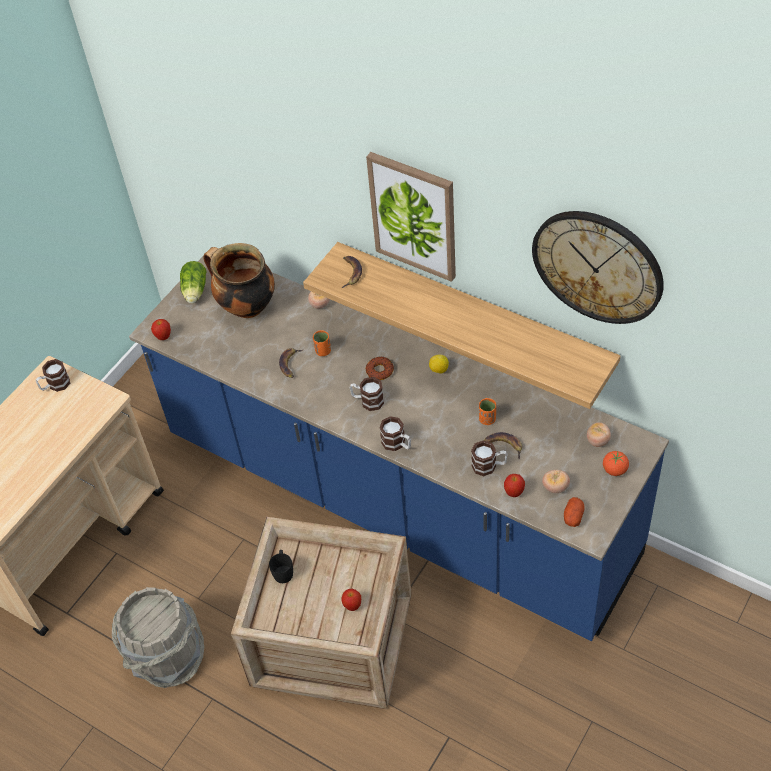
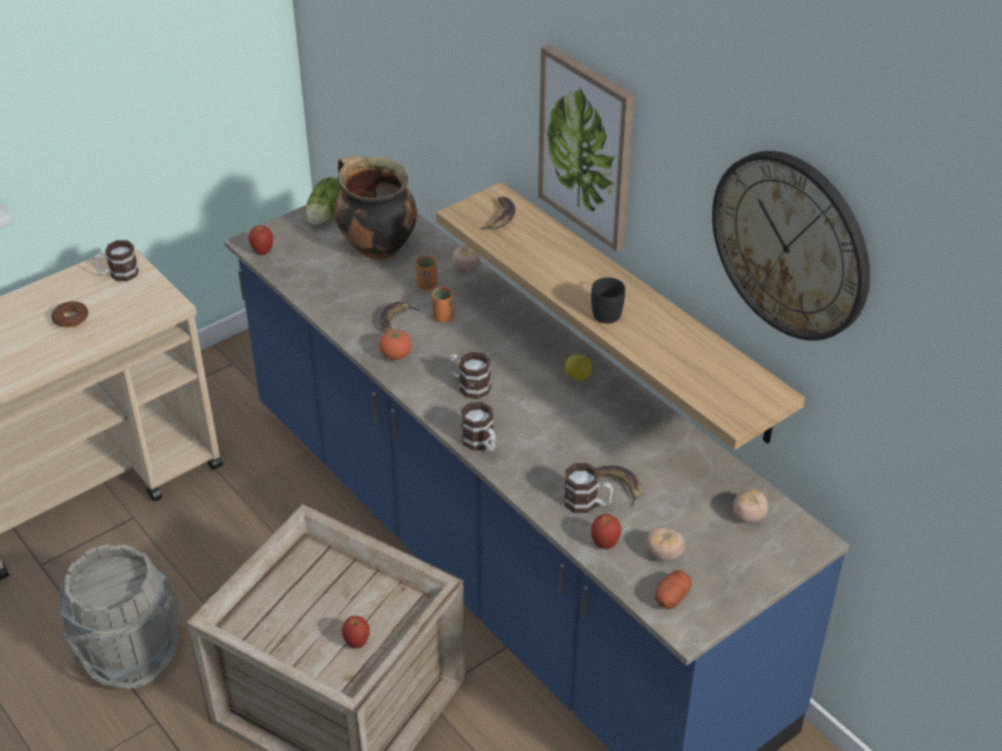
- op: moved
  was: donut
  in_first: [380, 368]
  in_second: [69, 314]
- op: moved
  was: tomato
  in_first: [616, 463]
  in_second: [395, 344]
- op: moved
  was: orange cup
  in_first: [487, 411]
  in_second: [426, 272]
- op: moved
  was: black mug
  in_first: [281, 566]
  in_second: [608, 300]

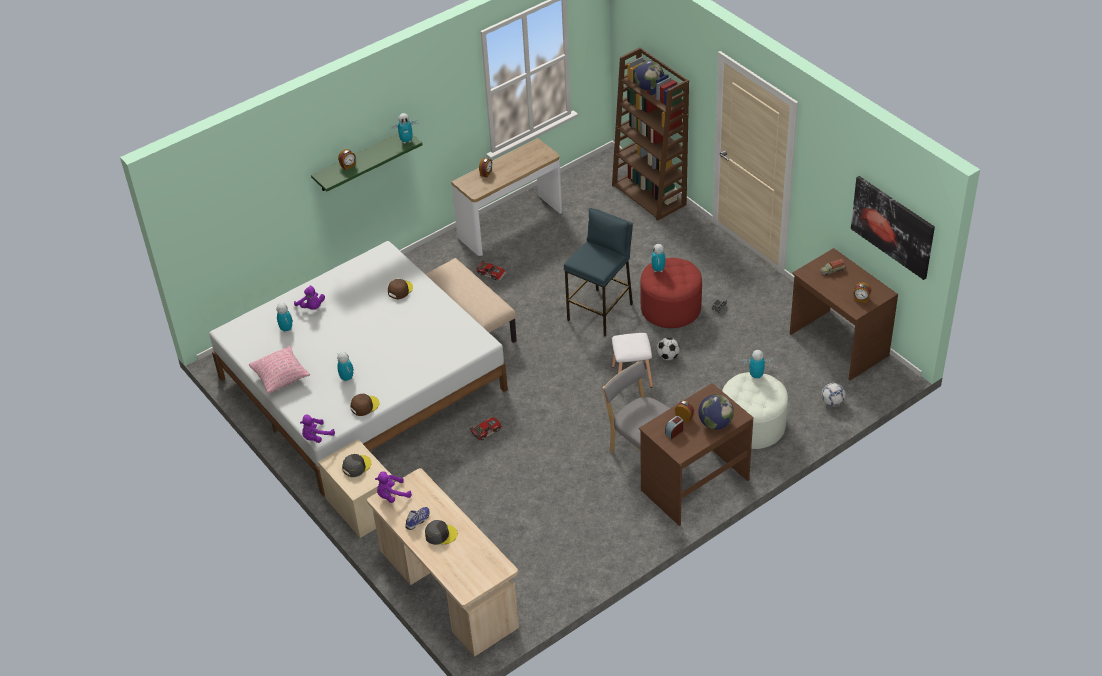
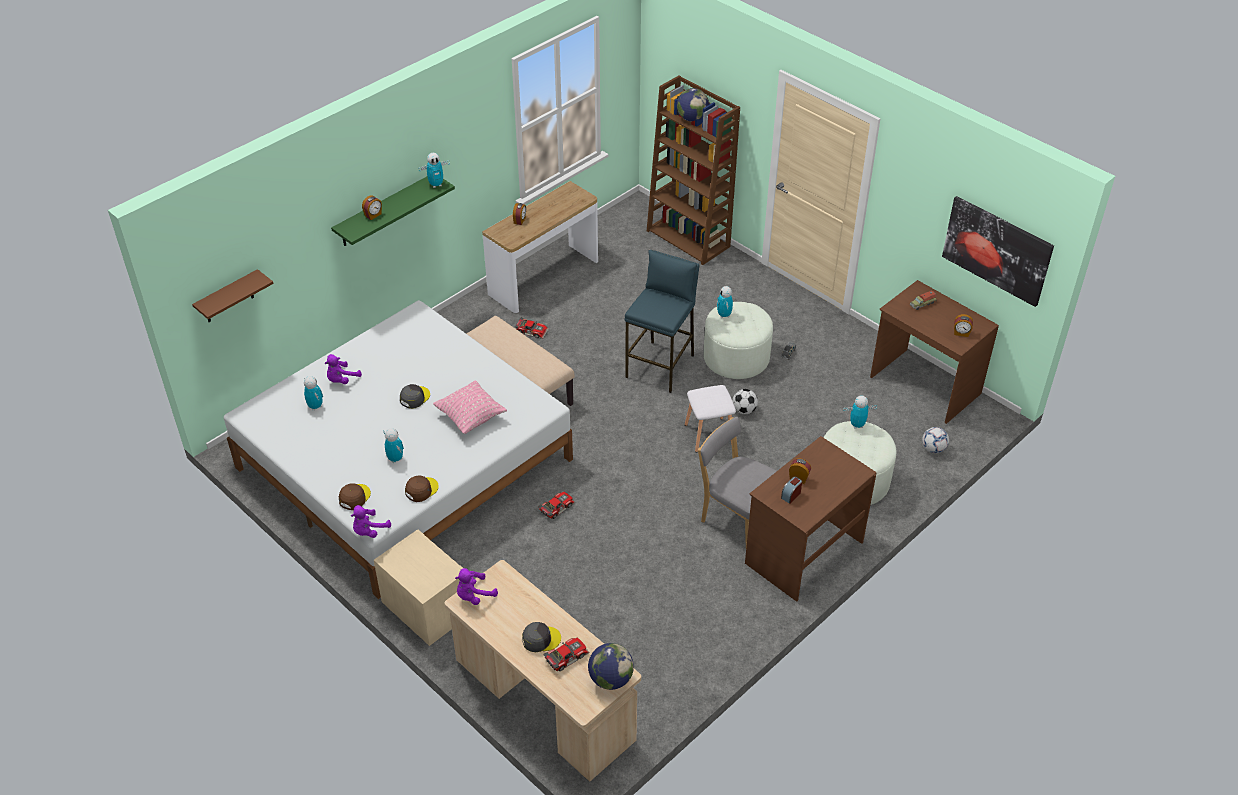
- op: added
  now: brown shelf
  in_second: [233, 295]
- op: turned
  was: purple plush toy
  in_first: [309, 297]
  in_second: [343, 369]
  clockwise: 90
- op: moved
  was: brown cap
  in_first: [400, 289]
  in_second: [355, 496]
- op: moved
  was: grey cap
  in_first: [357, 465]
  in_second: [415, 396]
- op: moved
  was: pink pillow
  in_first: [279, 369]
  in_second: [470, 407]
- op: added
  now: toy car
  in_second: [566, 654]
- op: moved
  was: globe
  in_first: [716, 412]
  in_second: [611, 666]
- op: recoloured
  was: red ottoman
  now: white ottoman
  in_first: [671, 293]
  in_second: [738, 340]
- op: removed
  was: shoe
  in_first: [417, 518]

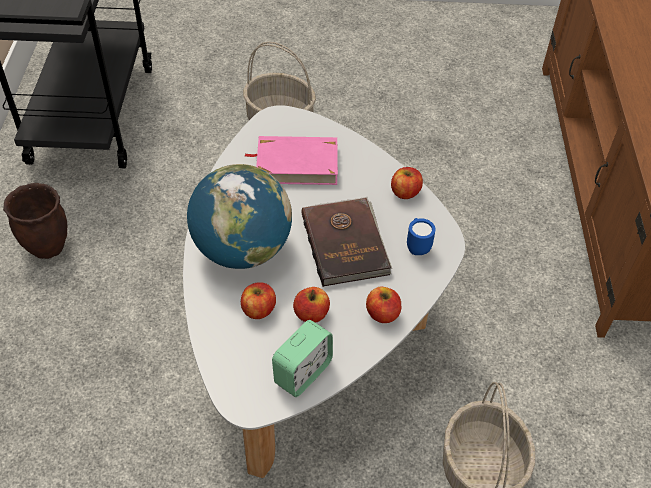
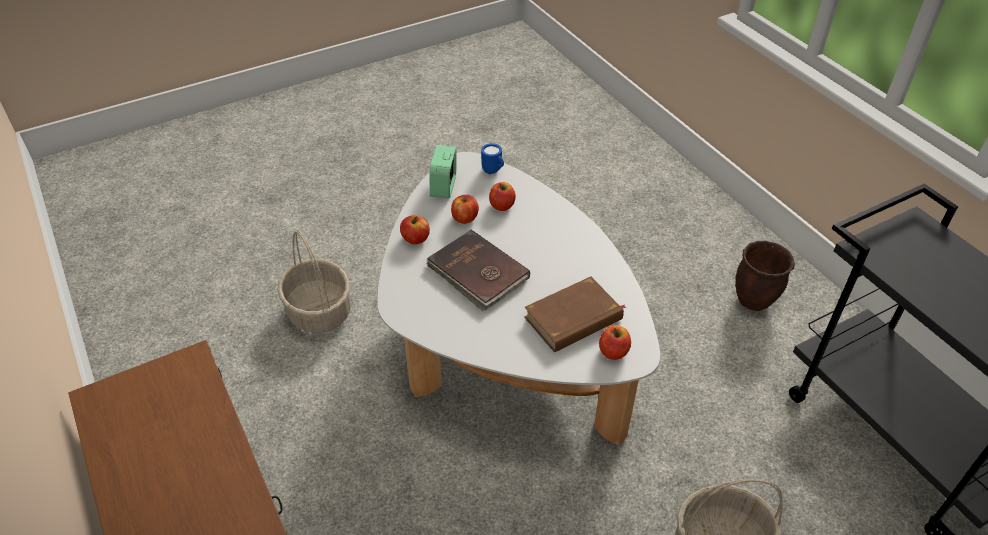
- op: moved
  was: blue mug
  in_first: [421, 236]
  in_second: [492, 158]
- op: recoloured
  was: pink book
  now: brown book
  in_first: [291, 160]
  in_second: [575, 314]
- op: moved
  was: apple
  in_first: [407, 183]
  in_second: [615, 342]
- op: removed
  was: globe
  in_first: [239, 216]

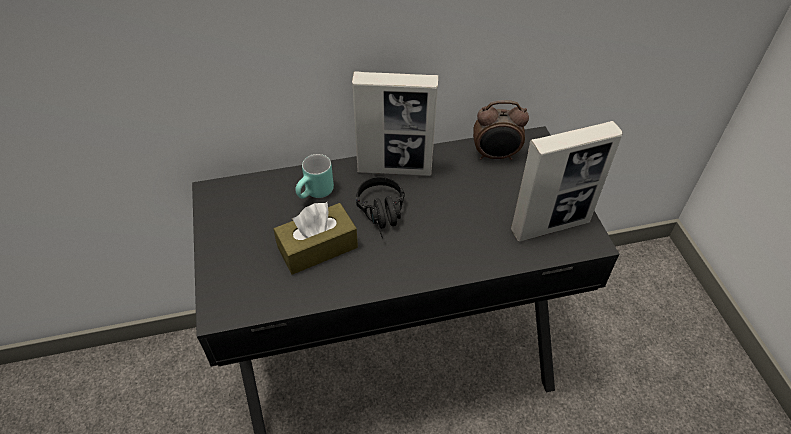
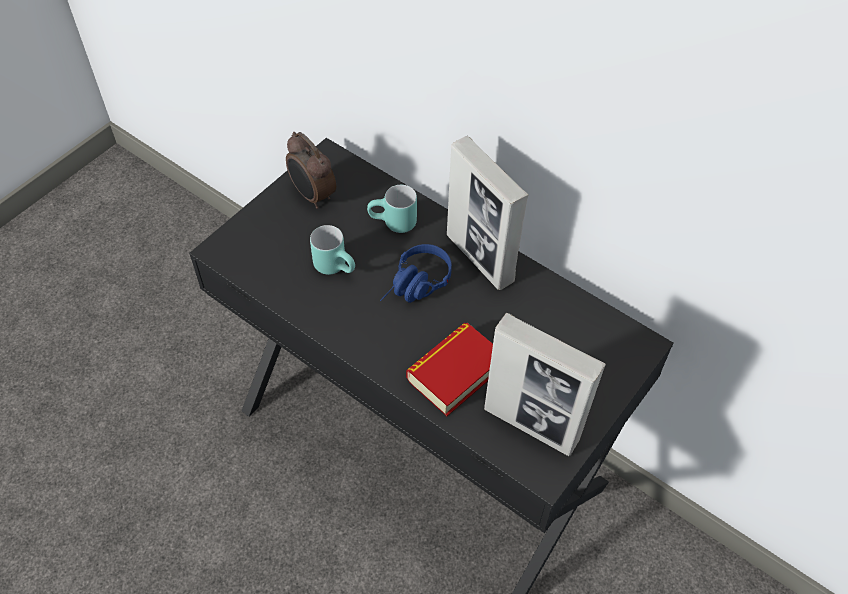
- op: moved
  was: alarm clock
  in_first: [501, 130]
  in_second: [311, 170]
- op: replaced
  was: brown tissue box
  now: turquoise mug
  in_first: [316, 238]
  in_second: [332, 250]
- op: recoloured
  was: black headphones
  now: blue headphones
  in_first: [380, 207]
  in_second: [416, 273]
- op: added
  now: book
  in_second: [449, 369]

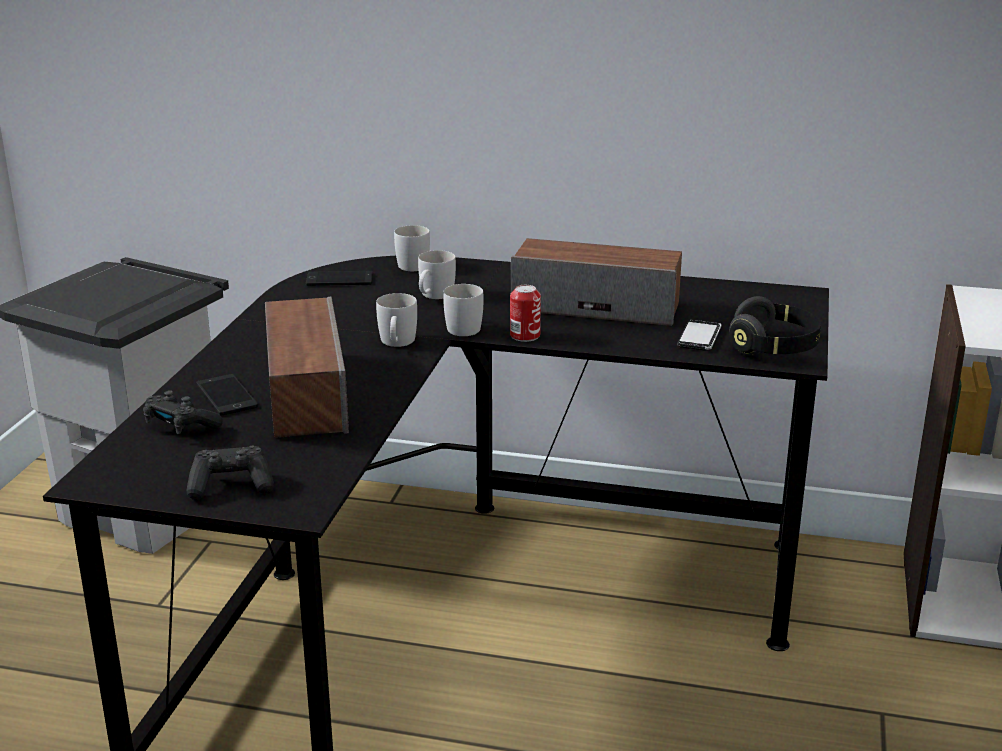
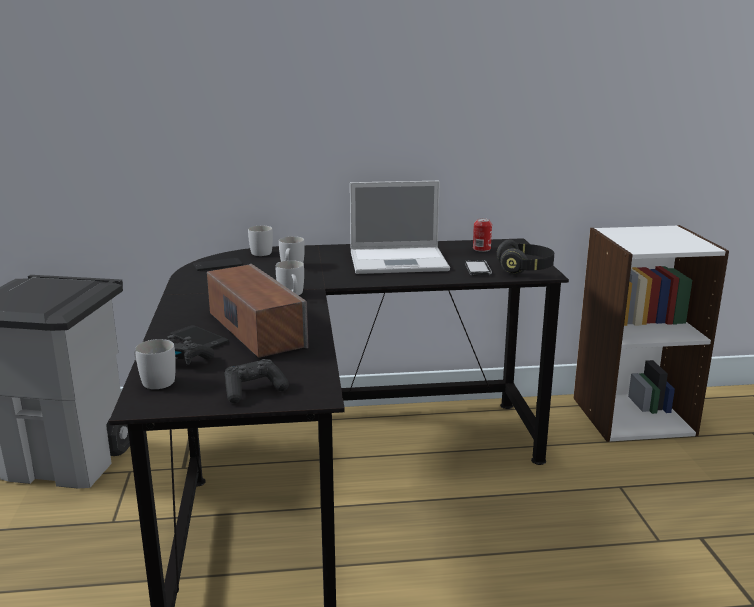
- op: moved
  was: white mug
  in_first: [463, 310]
  in_second: [155, 364]
- op: replaced
  was: speaker
  now: laptop
  in_first: [596, 282]
  in_second: [400, 227]
- op: moved
  was: can
  in_first: [525, 313]
  in_second: [482, 235]

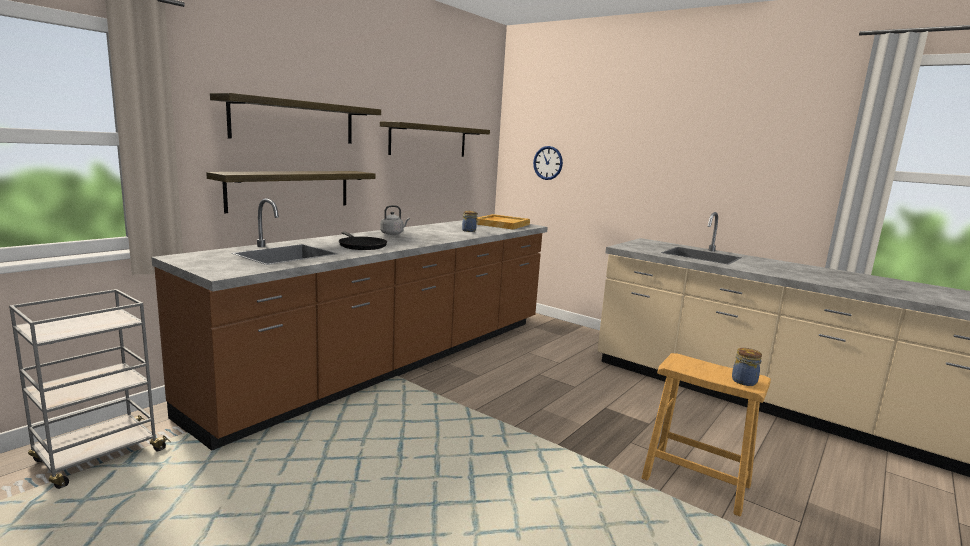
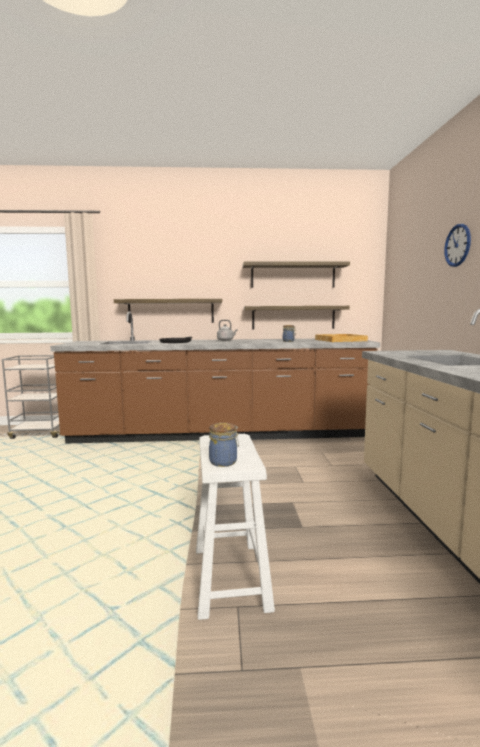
- op: recoloured
  was: brown stool
  now: white stool
  in_first: [706, 434]
  in_second: [235, 527]
- op: moved
  was: shelf
  in_first: [295, 118]
  in_second: [296, 318]
- op: moved
  was: wall clock
  in_first: [548, 163]
  in_second: [457, 245]

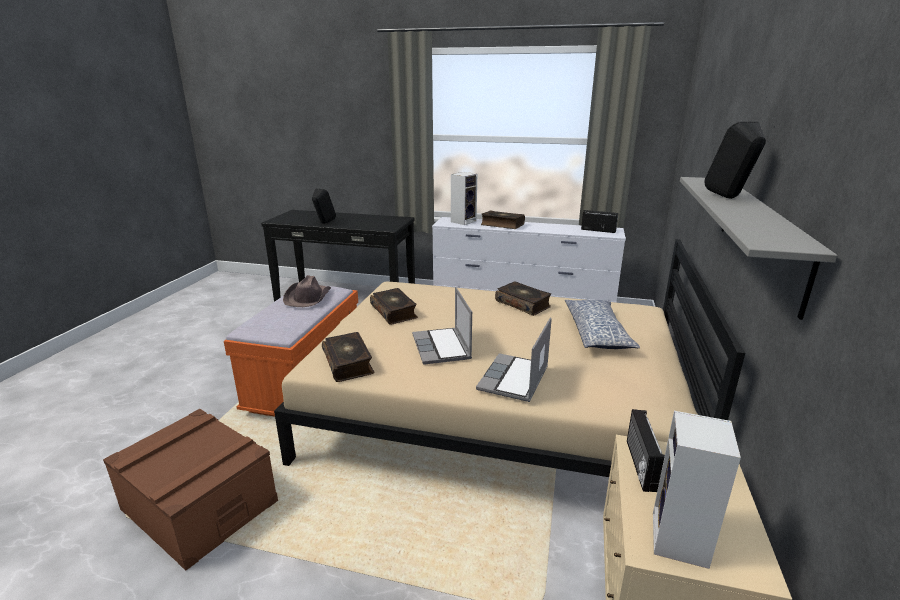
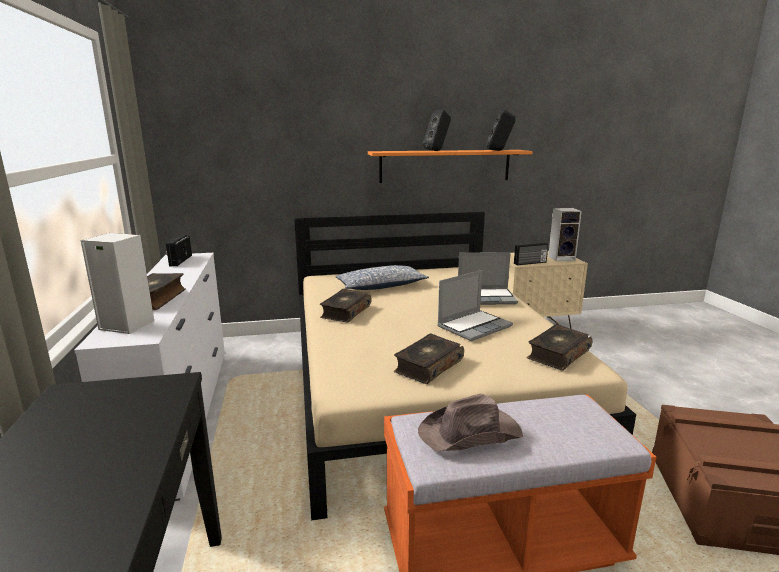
- op: recoloured
  was: grey shelf
  now: orange shelf
  in_first: [759, 248]
  in_second: [450, 166]
- op: moved
  was: black speaker
  in_first: [324, 206]
  in_second: [501, 130]

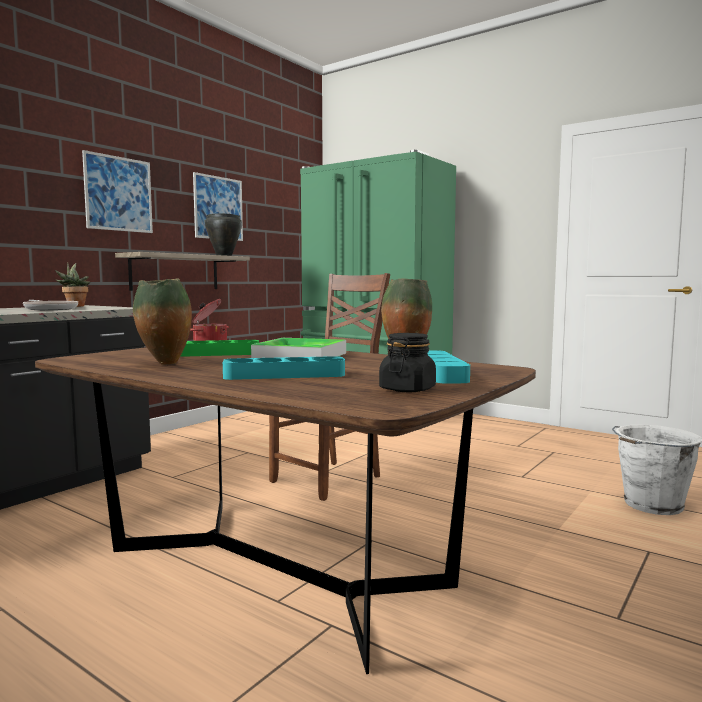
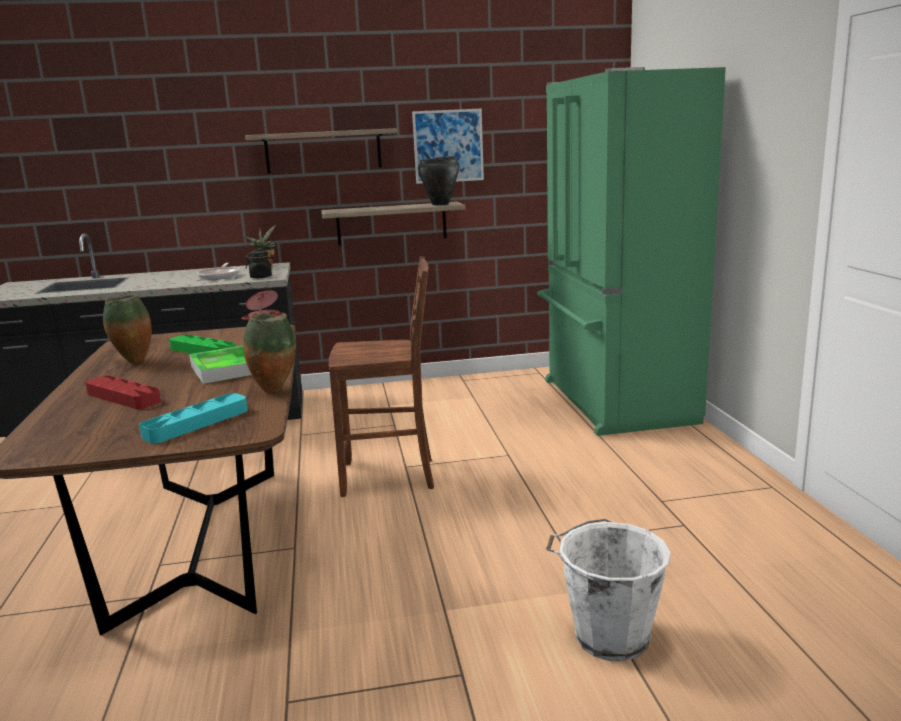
- op: recoloured
  was: turquoise tray
  now: red tray
  in_first: [284, 368]
  in_second: [123, 392]
- op: replaced
  was: picture
  now: shelf
  in_first: [117, 191]
  in_second: [321, 151]
- op: moved
  was: black jar
  in_first: [407, 362]
  in_second: [259, 264]

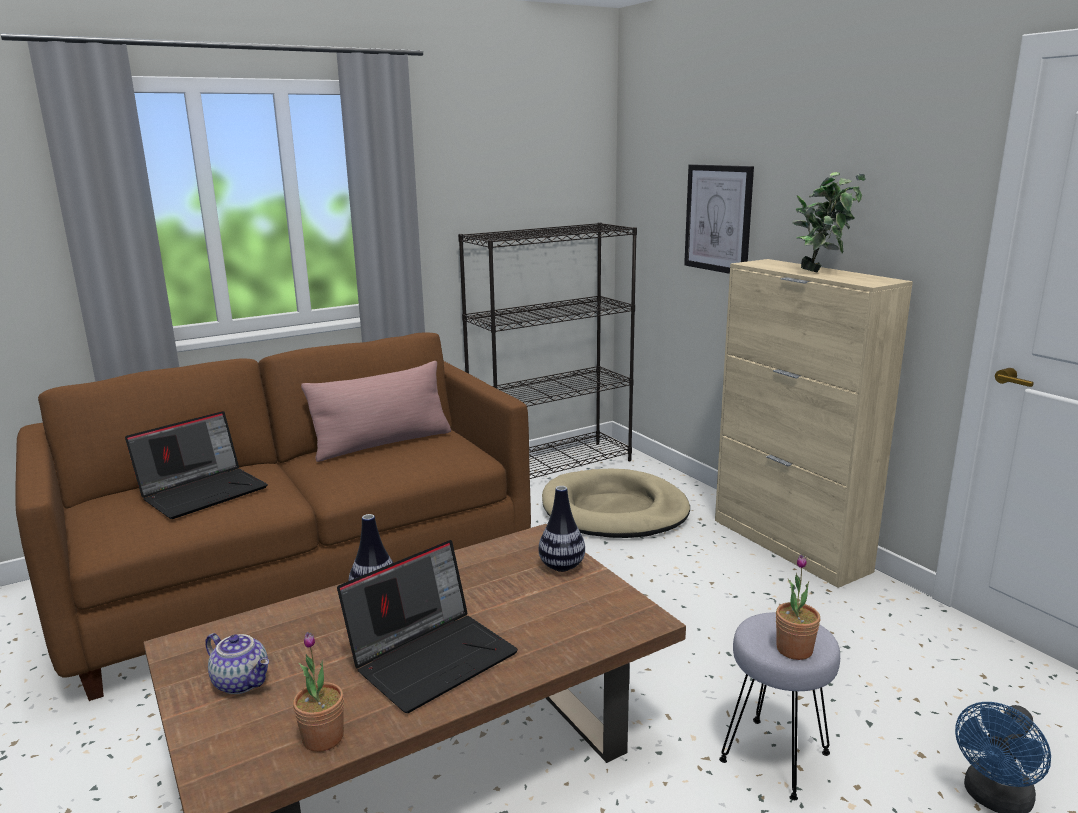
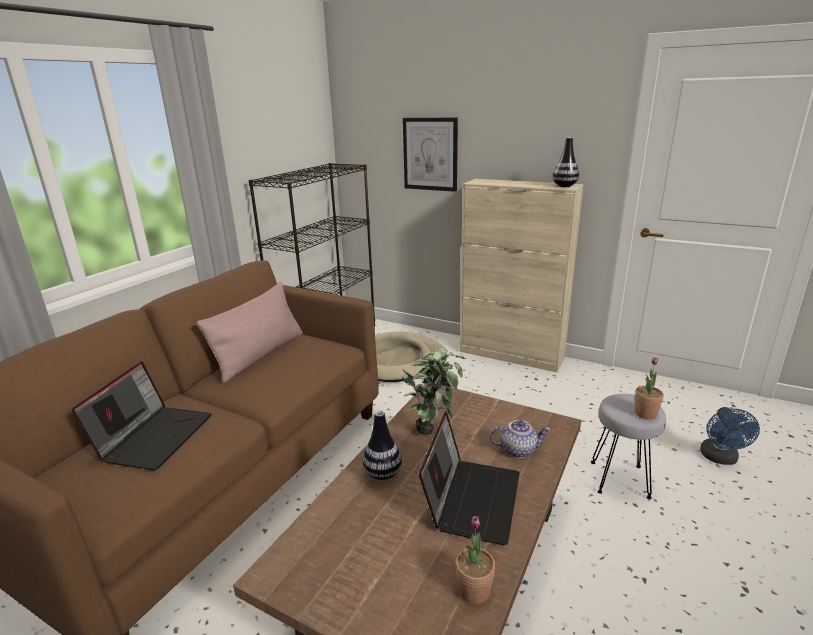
- op: moved
  was: potted plant
  in_first: [829, 222]
  in_second: [433, 390]
- op: moved
  was: teapot
  in_first: [237, 663]
  in_second: [520, 439]
- op: moved
  was: vase
  in_first: [561, 529]
  in_second: [566, 162]

